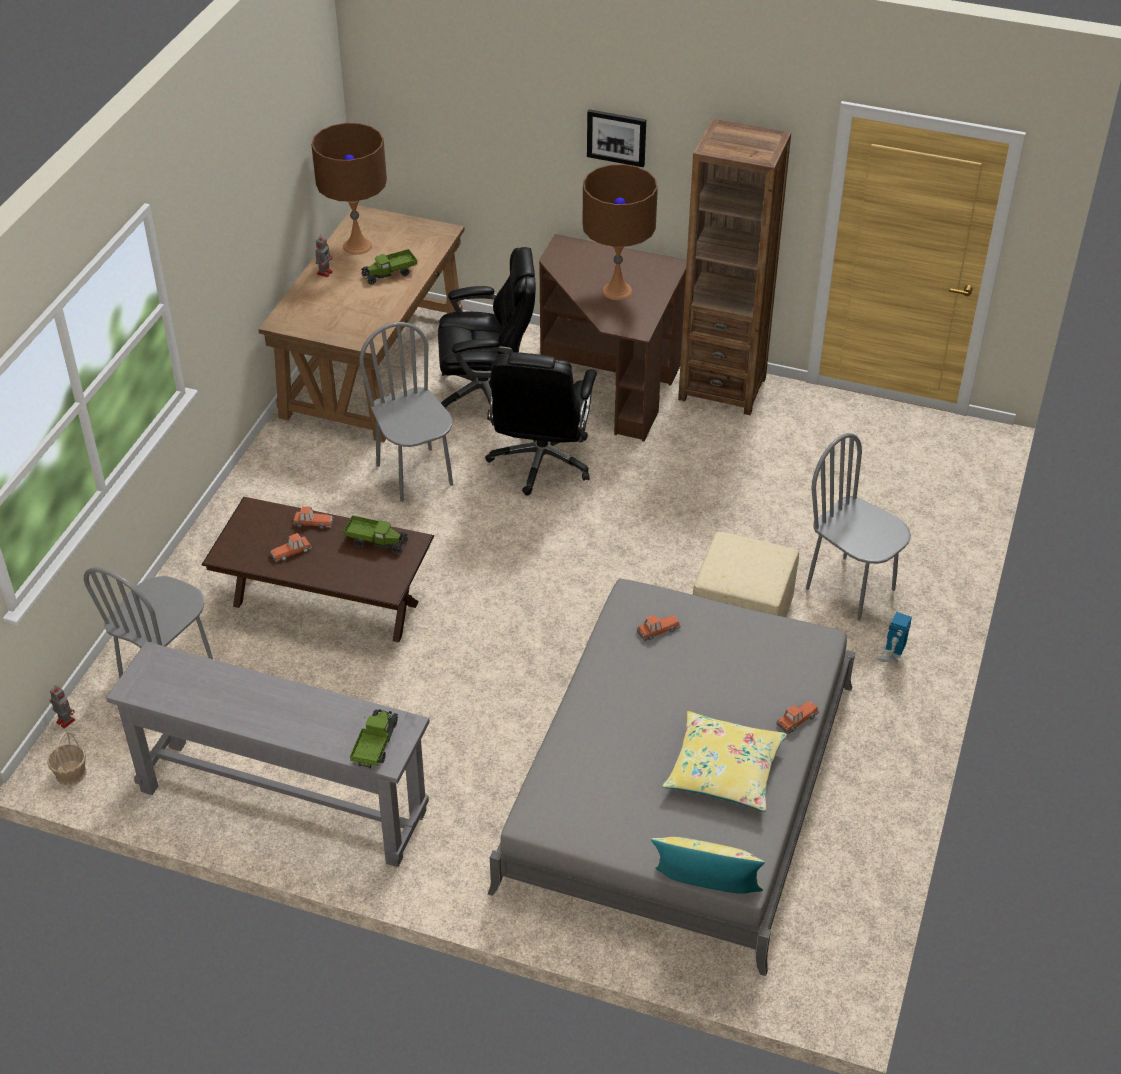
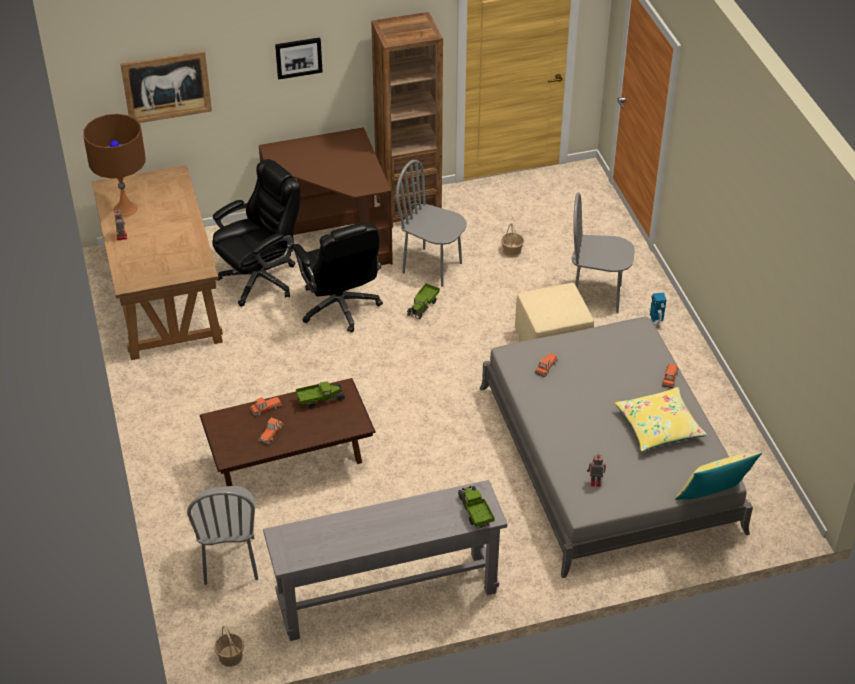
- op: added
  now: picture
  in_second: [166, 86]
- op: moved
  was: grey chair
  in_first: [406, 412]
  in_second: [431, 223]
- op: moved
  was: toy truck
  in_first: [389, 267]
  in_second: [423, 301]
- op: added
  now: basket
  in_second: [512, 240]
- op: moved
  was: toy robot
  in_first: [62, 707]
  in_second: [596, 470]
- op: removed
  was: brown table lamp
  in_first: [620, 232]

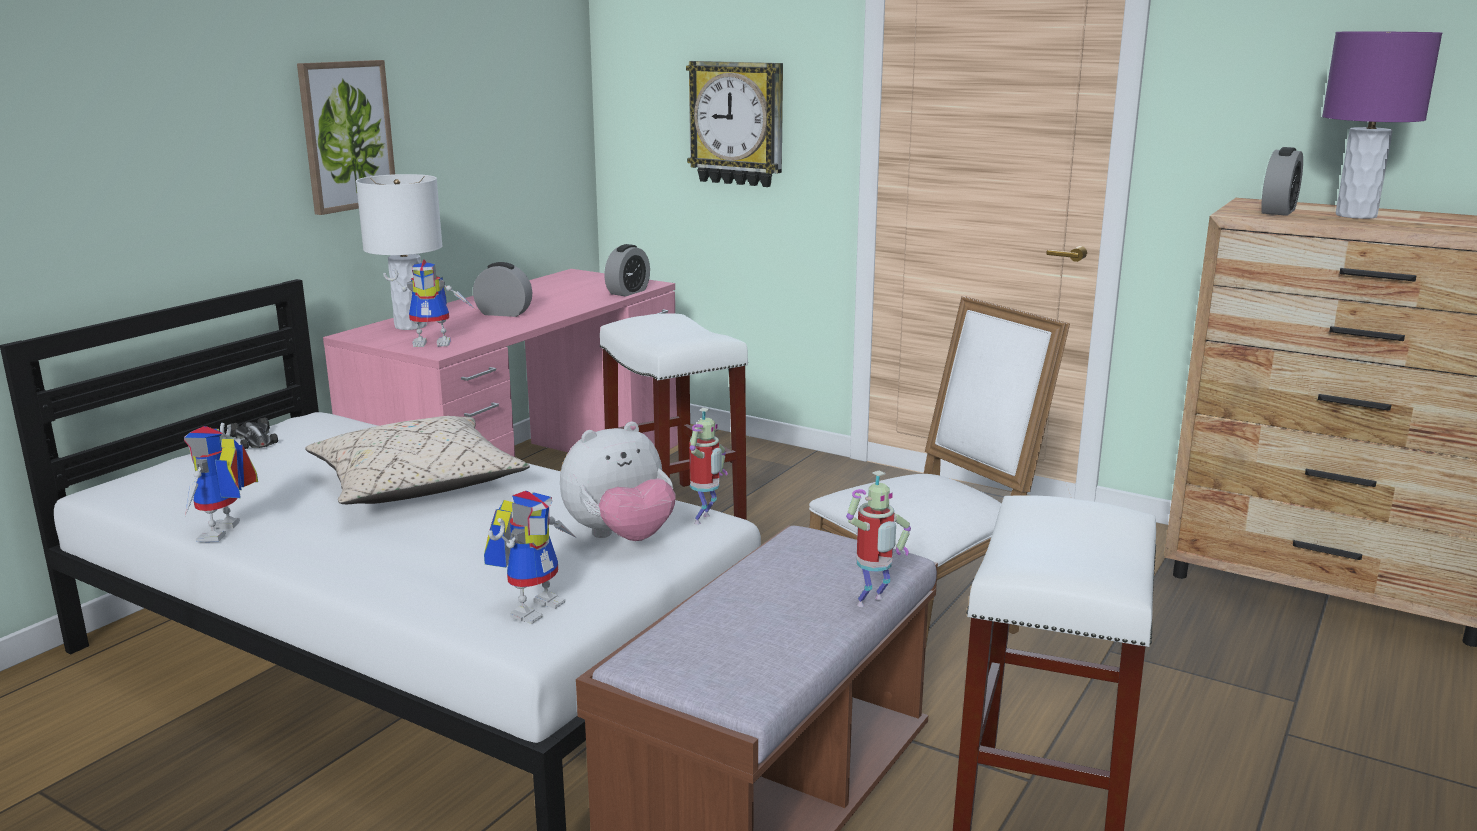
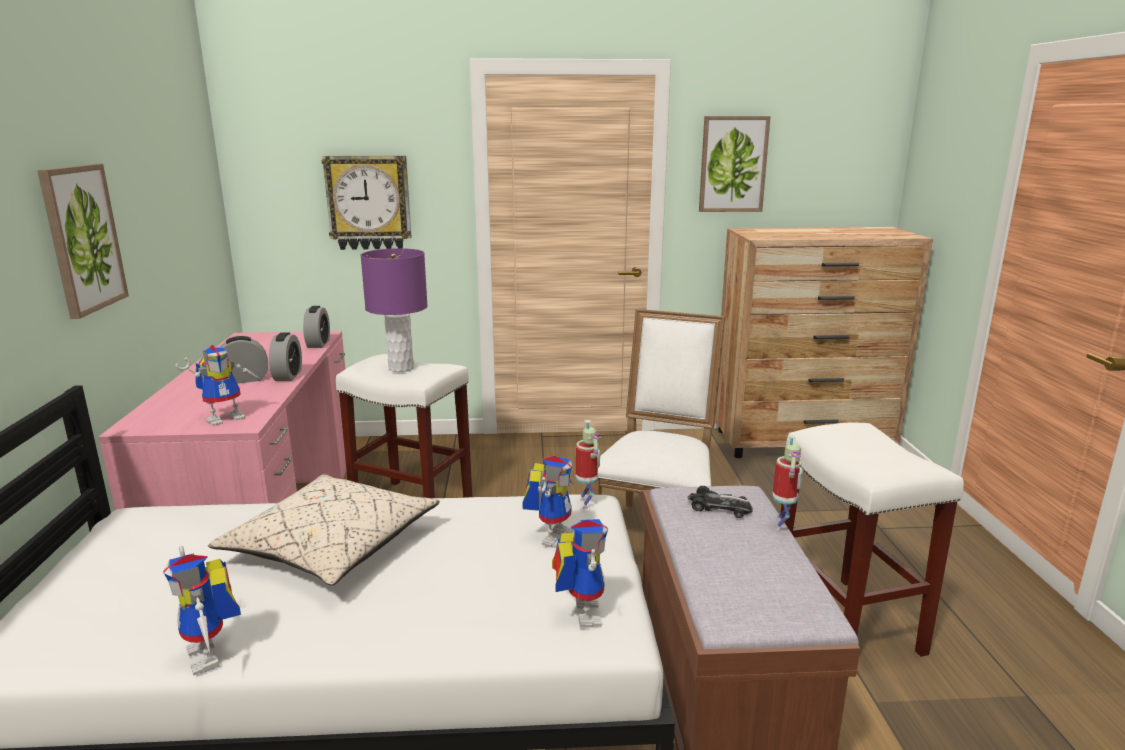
- op: moved
  was: alarm clock
  in_first: [1282, 181]
  in_second: [285, 357]
- op: moved
  was: purple table lamp
  in_first: [1382, 125]
  in_second: [394, 310]
- op: replaced
  was: plush toy
  now: toy robot
  in_first: [618, 481]
  in_second: [548, 502]
- op: moved
  was: toy car
  in_first: [253, 433]
  in_second: [720, 502]
- op: added
  now: picture
  in_second: [735, 164]
- op: removed
  was: white table lamp
  in_first: [399, 252]

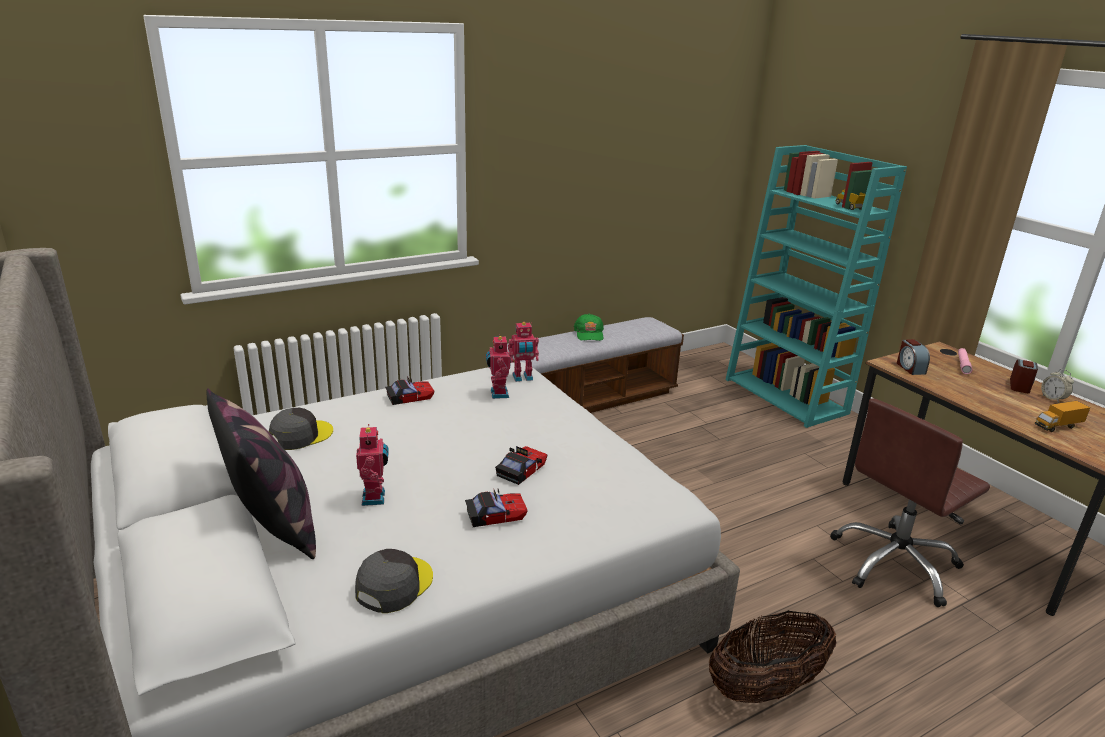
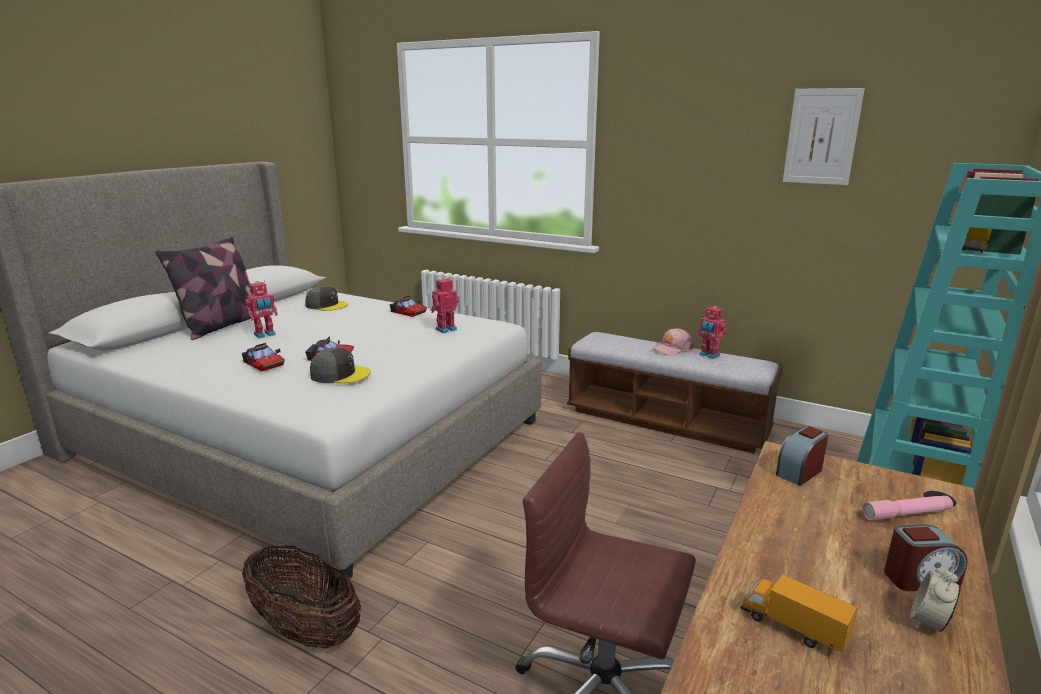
- op: moved
  was: grey cap
  in_first: [394, 581]
  in_second: [340, 365]
- op: recoloured
  was: green cap
  now: pink cap
  in_first: [589, 327]
  in_second: [673, 342]
- op: moved
  was: toy robot
  in_first: [523, 352]
  in_second: [711, 332]
- op: added
  now: picture
  in_second: [824, 136]

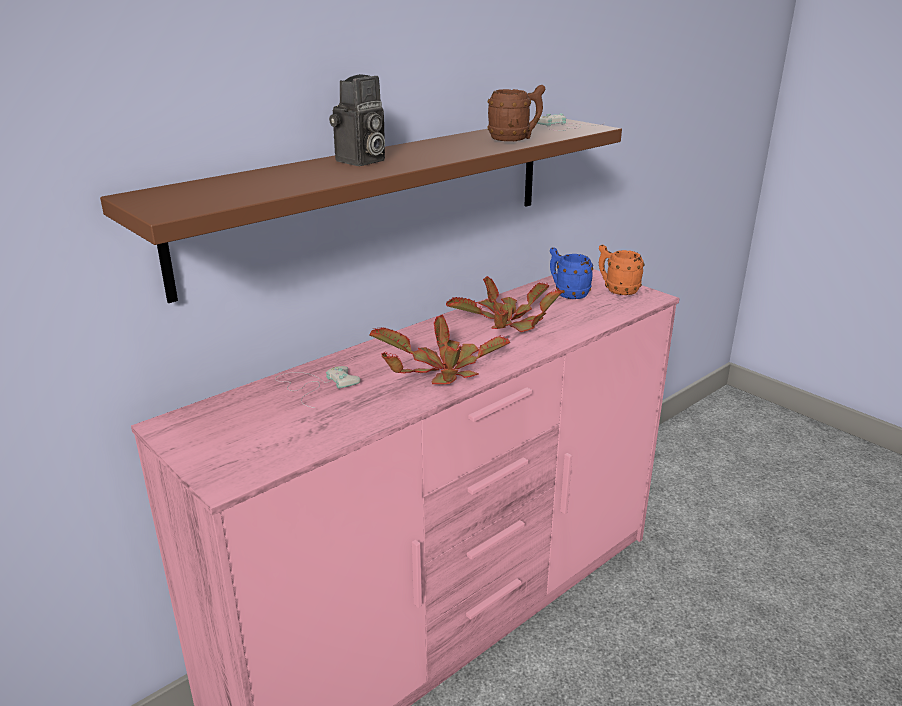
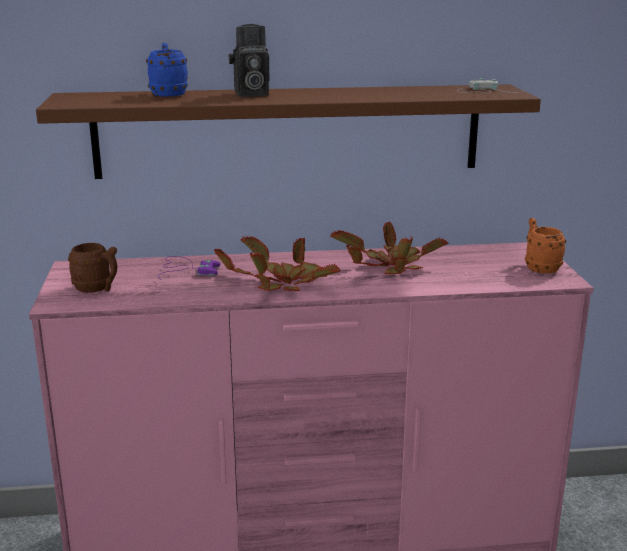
- op: moved
  was: brown mug
  in_first: [516, 113]
  in_second: [92, 268]
- op: moved
  was: blue mug
  in_first: [571, 273]
  in_second: [167, 70]
- op: recoloured
  was: white game controller
  now: purple game controller
  in_first: [317, 387]
  in_second: [189, 268]

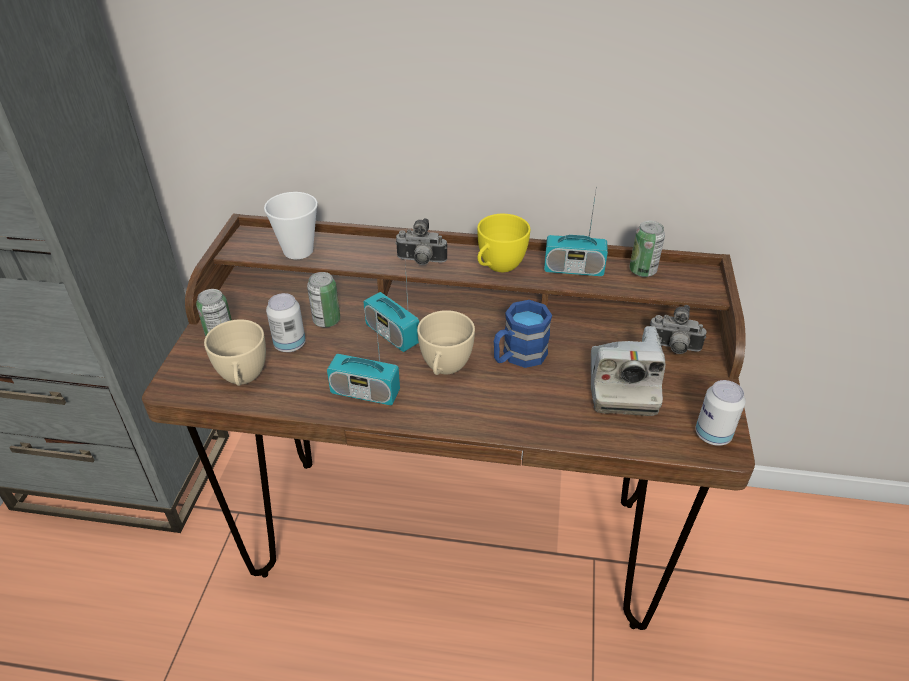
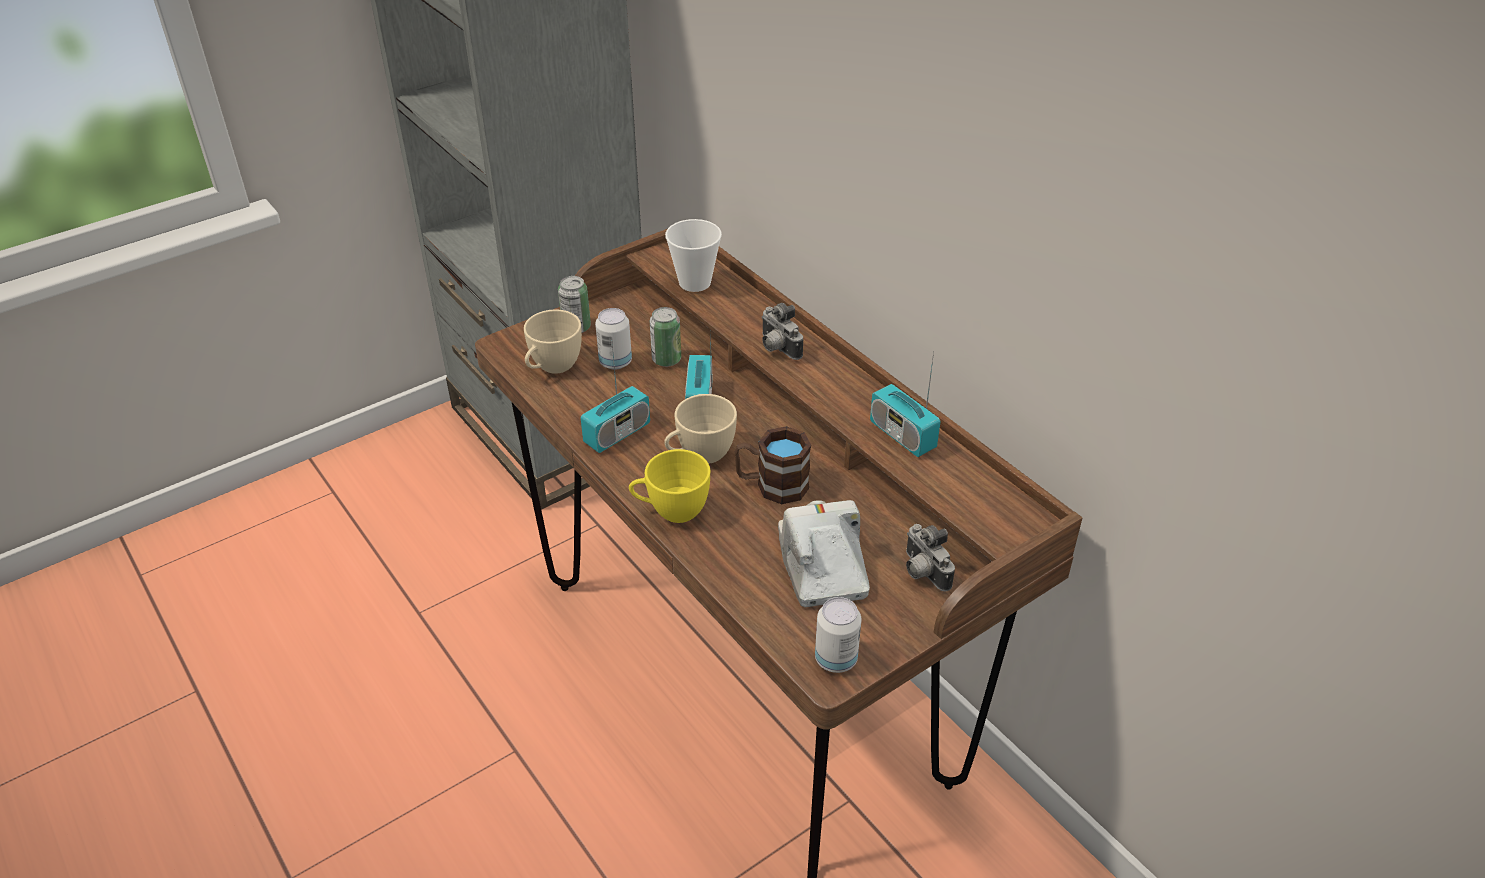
- op: turned
  was: radio
  in_first: [363, 359]
  in_second: [615, 399]
  clockwise: -105
- op: moved
  was: yellow cup
  in_first: [503, 243]
  in_second: [669, 486]
- op: recoloured
  was: blue mug
  now: brown mug
  in_first: [523, 334]
  in_second: [772, 465]
- op: turned
  was: photo camera
  in_first: [628, 371]
  in_second: [824, 554]
  clockwise: 120
- op: removed
  was: can
  in_first: [647, 248]

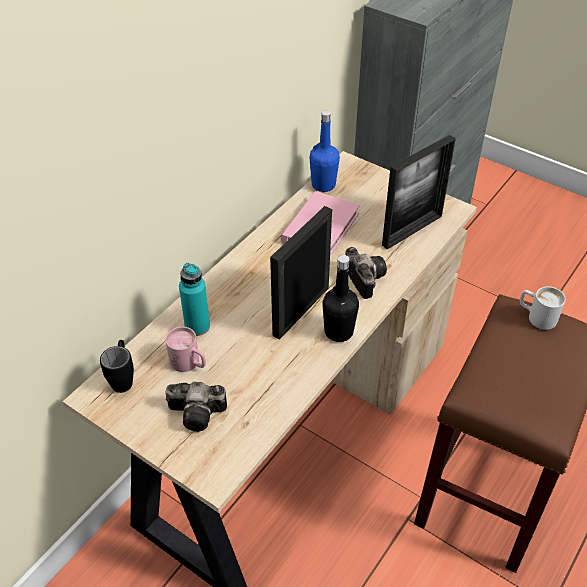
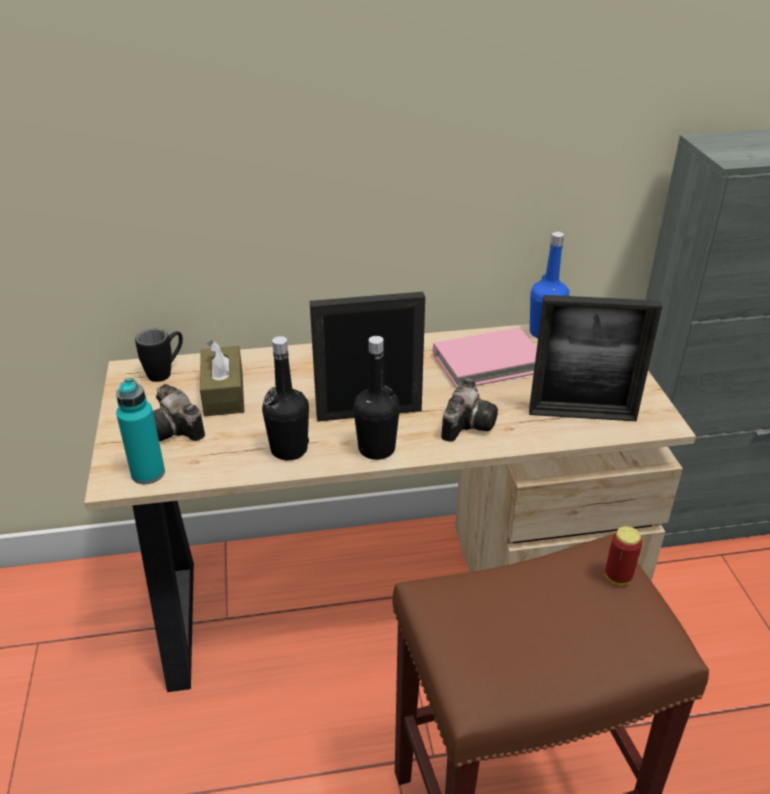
- op: moved
  was: turquoise bottle
  in_first: [194, 299]
  in_second: [140, 431]
- op: replaced
  was: pink mug
  now: brown tissue box
  in_first: [185, 349]
  in_second: [222, 378]
- op: added
  now: black bottle
  in_second: [285, 398]
- op: replaced
  was: white mug
  now: can
  in_first: [543, 308]
  in_second: [624, 555]

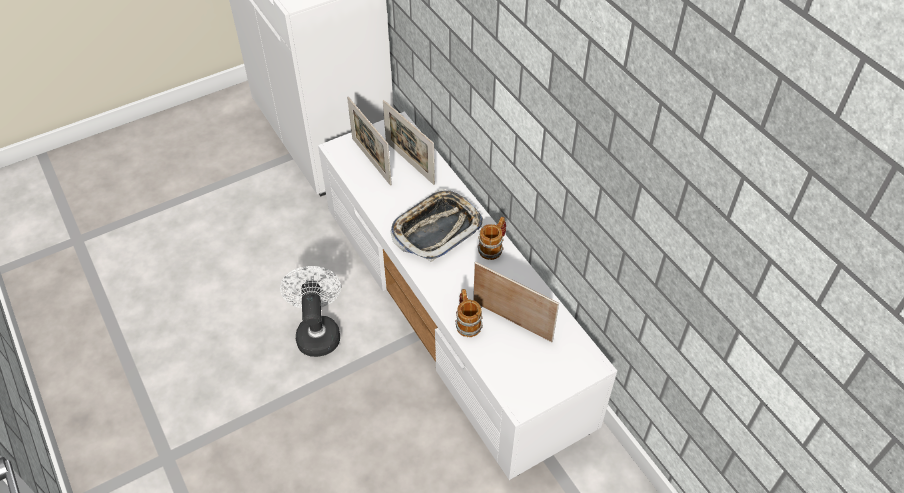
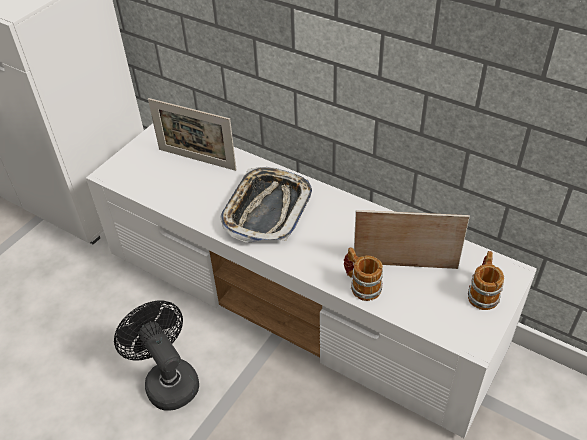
- op: recoloured
  was: white fan
  now: black fan
  in_first: [310, 311]
  in_second: [156, 355]
- op: moved
  was: mug
  in_first: [491, 238]
  in_second: [486, 280]
- op: removed
  was: picture frame
  in_first: [369, 141]

